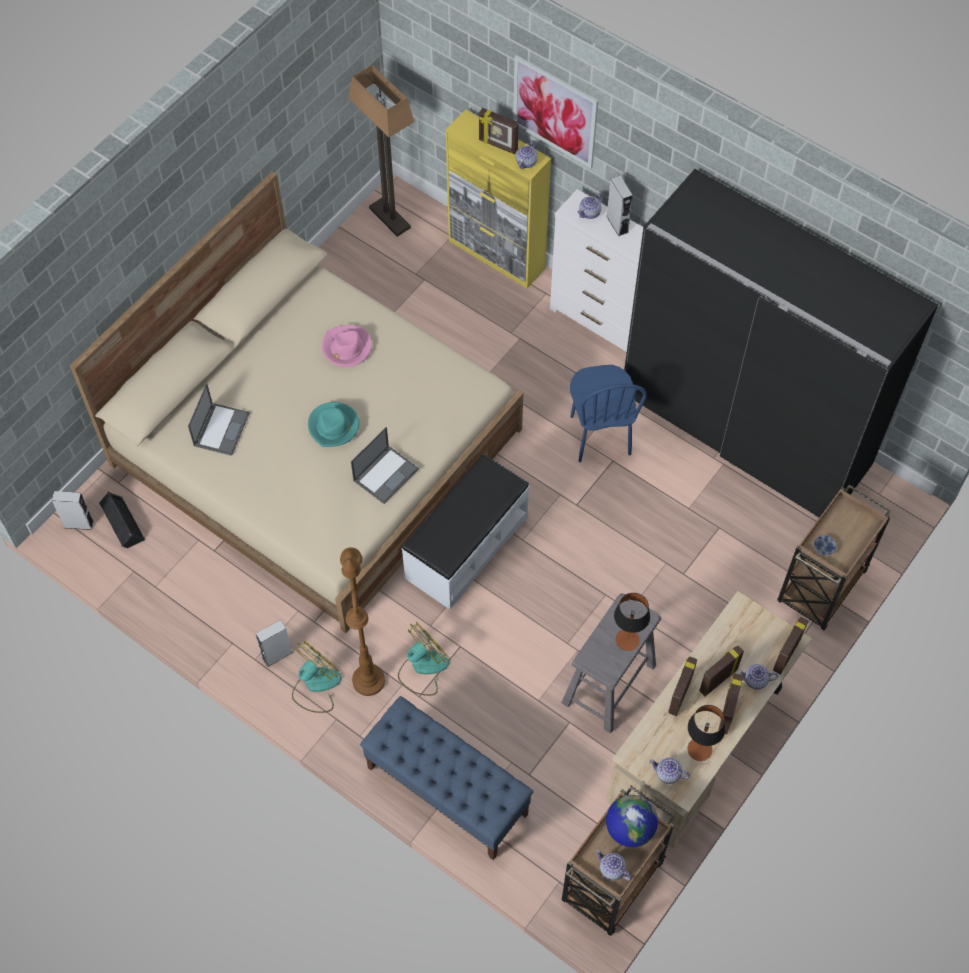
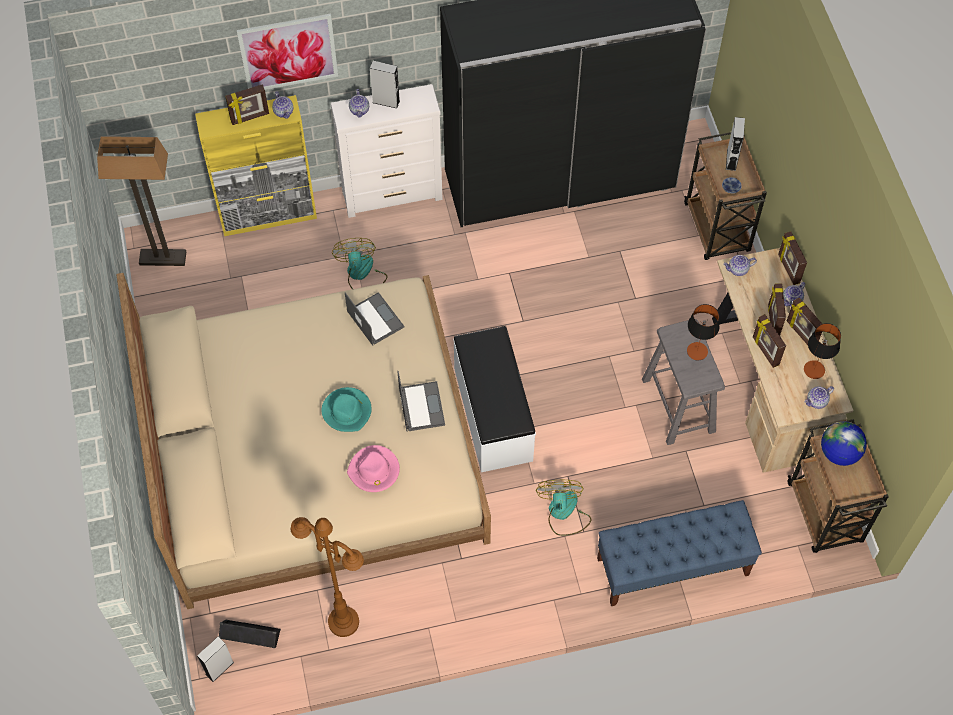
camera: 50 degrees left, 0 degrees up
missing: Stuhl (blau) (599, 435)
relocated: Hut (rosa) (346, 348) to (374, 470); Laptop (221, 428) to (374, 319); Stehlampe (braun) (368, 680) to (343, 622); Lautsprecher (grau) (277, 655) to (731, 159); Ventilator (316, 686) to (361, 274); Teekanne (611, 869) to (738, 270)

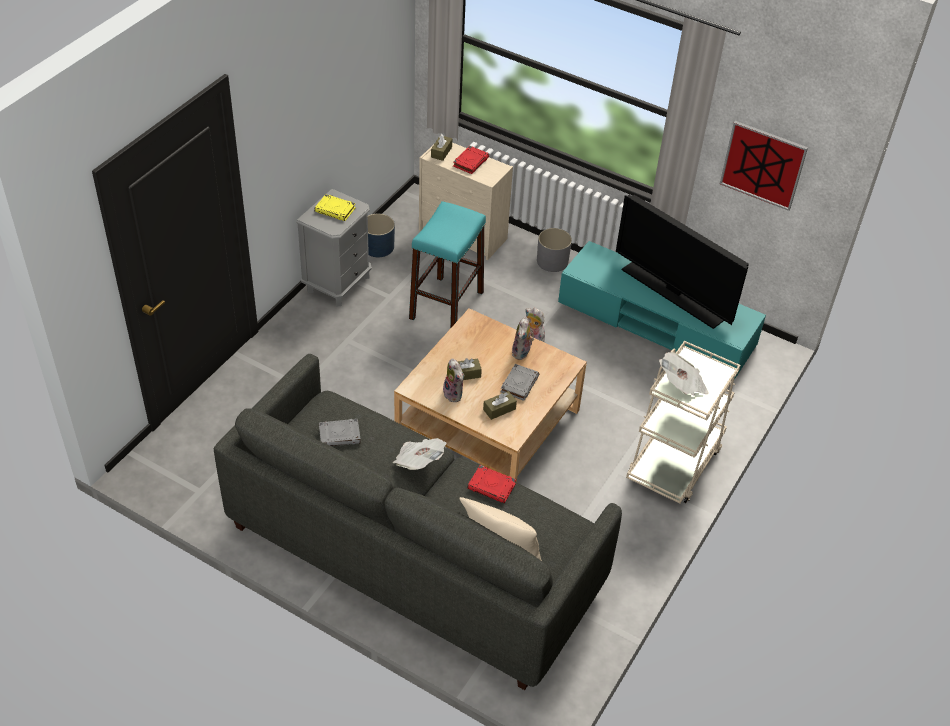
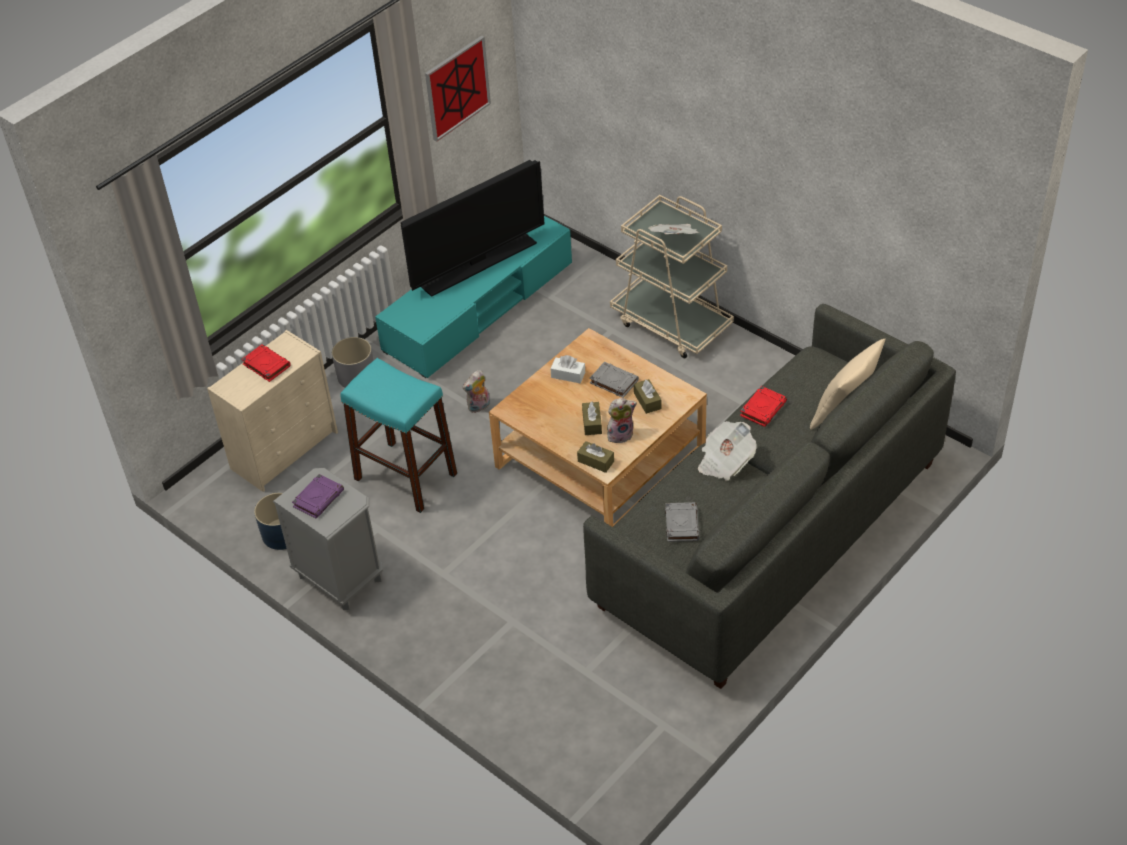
camera: 75 degrees left, 0 degrees up
relocated: Taschentuchbox (braun) (441, 152) to (595, 461)
exchanged: Plüschtier (522, 353) to Taschentuchbox (weiß) (568, 375)
colour: Buch (gelb) (335, 210) to Buch (lila) (318, 498)

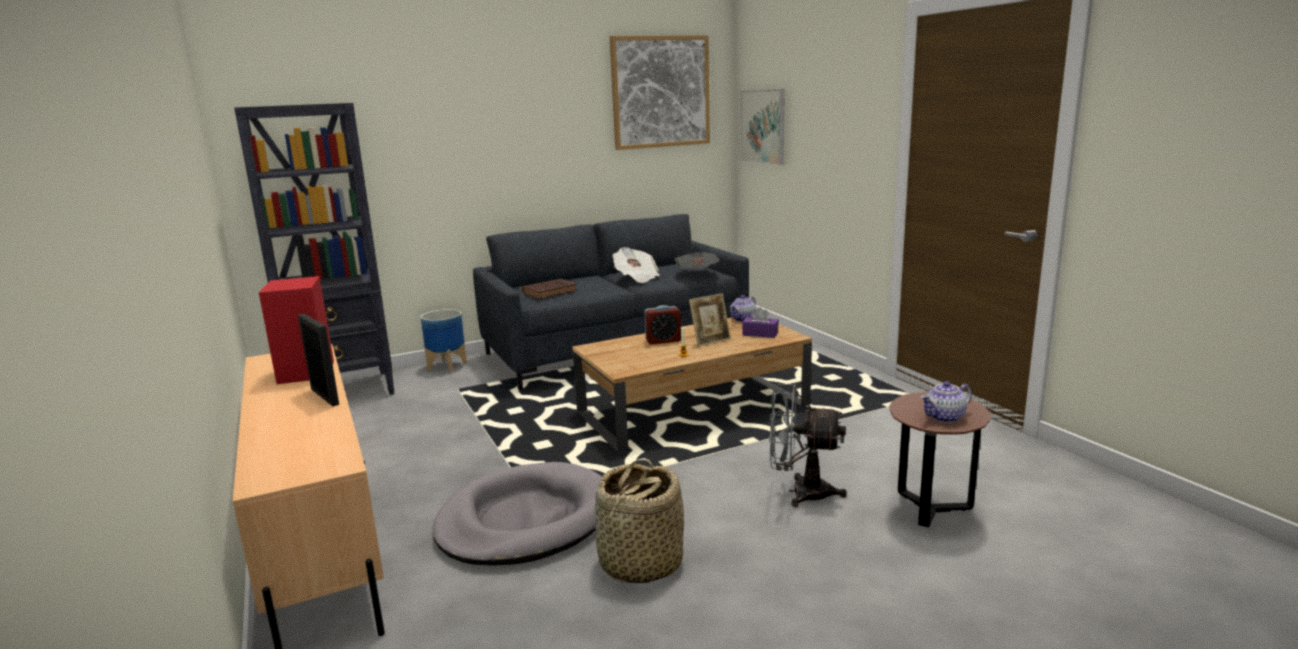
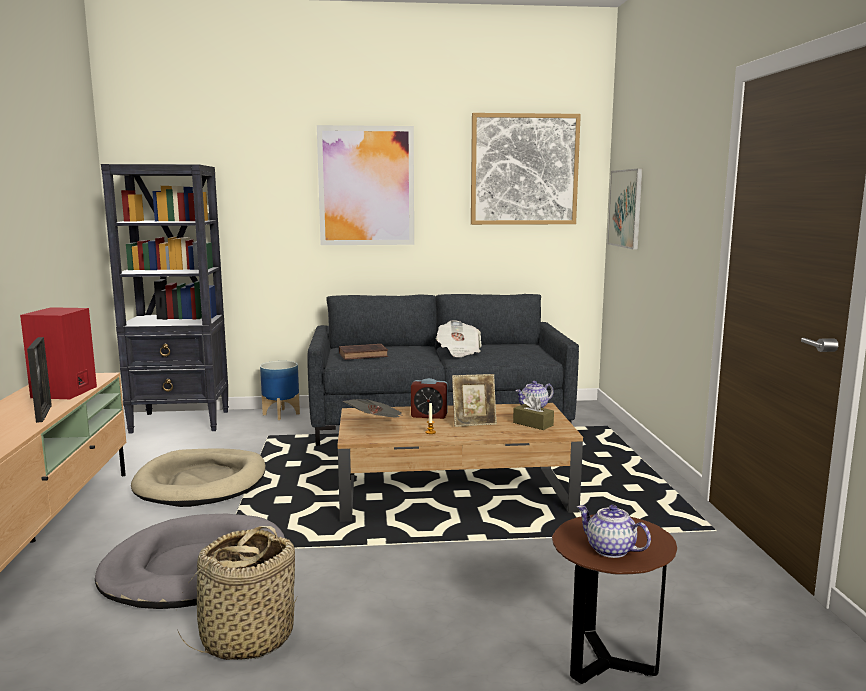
camera: 20 degrees right, 5 degrees down
missing: Ventilator (grau) (800, 492)
appeared: Bild (366, 186); Hundebett (beige) (202, 482)
relocated: Zeitung (697, 273) to (376, 425)
colour: Taschentuchbox (lila) (760, 334) to Taschentuchbox (braun) (533, 424)
spun: Teekanne (944, 417) = (610, 550) 45 degrees clockwise

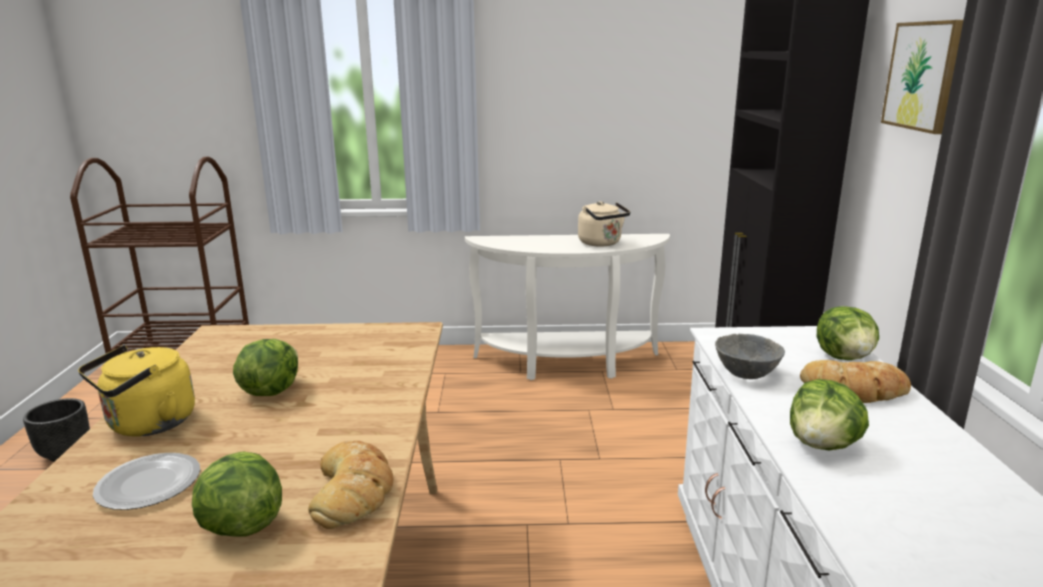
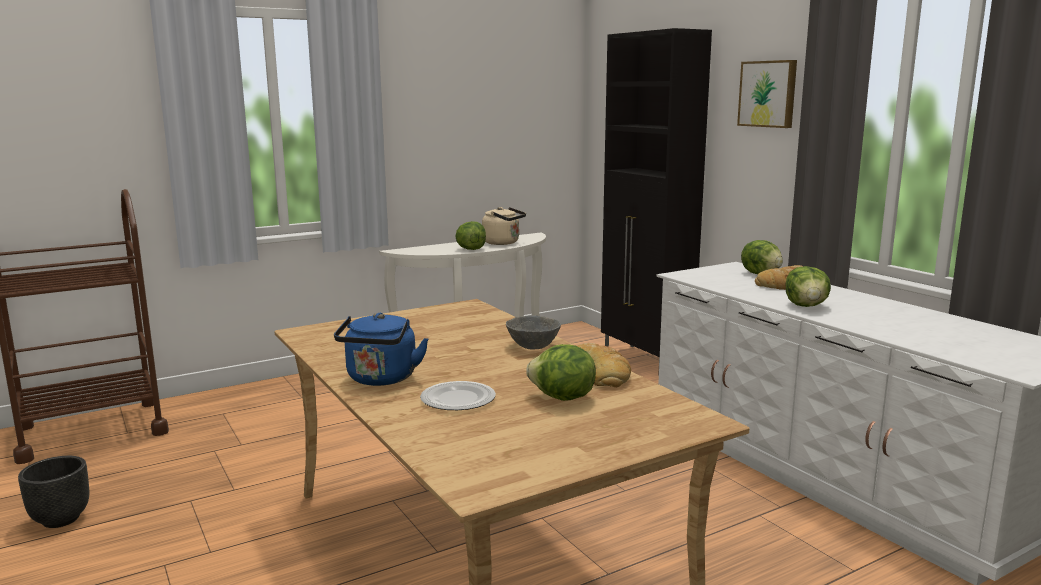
camera: 30 degrees left, 5 degrees down
relocated: Schüssel (grau) (746, 373) to (533, 346); Salatkopf (270, 390) to (471, 249)
colour: Wasserkessel (gelb) (147, 425) to Wasserkessel (blau) (381, 379)

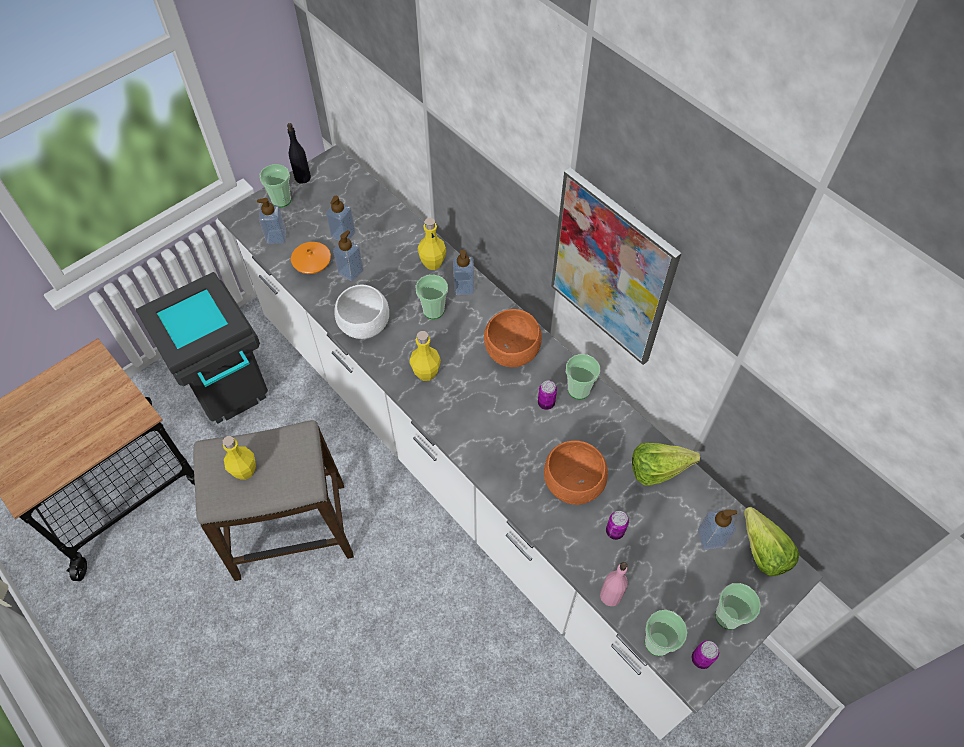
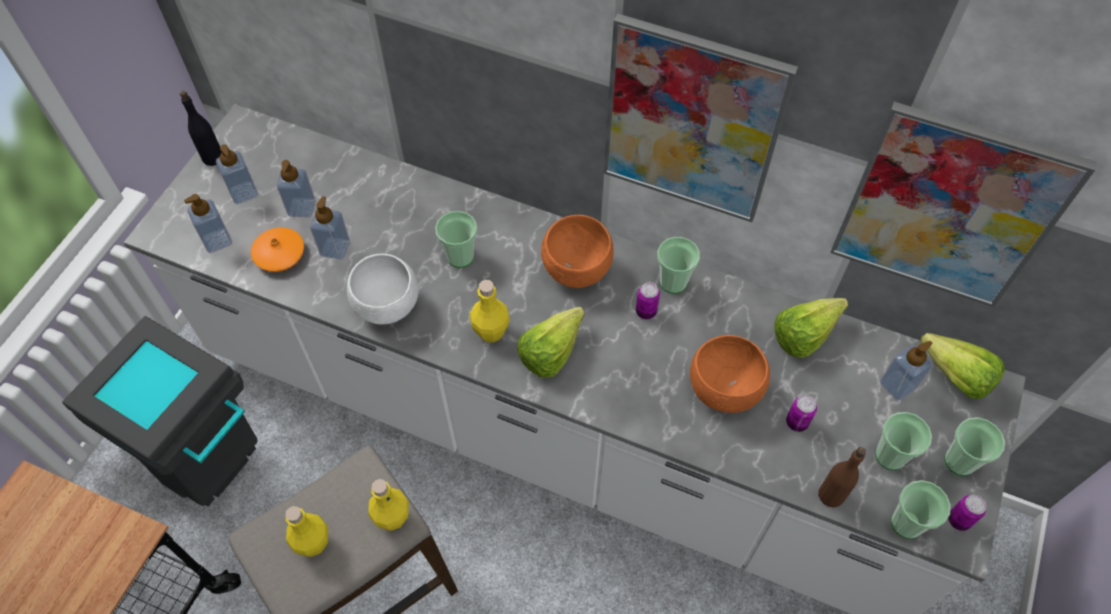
camera: 25 degrees left, 0 degrees up
appeared: Bild (948, 208); Salatkopf (556, 349)
relocated: Tasse (281, 200) to (890, 455); Flasche (gelb) (433, 263) to (393, 518); Seifenspender (464, 287) to (243, 193)
colour: Flasche (rosa) (611, 595) to Flasche (braun) (831, 494)

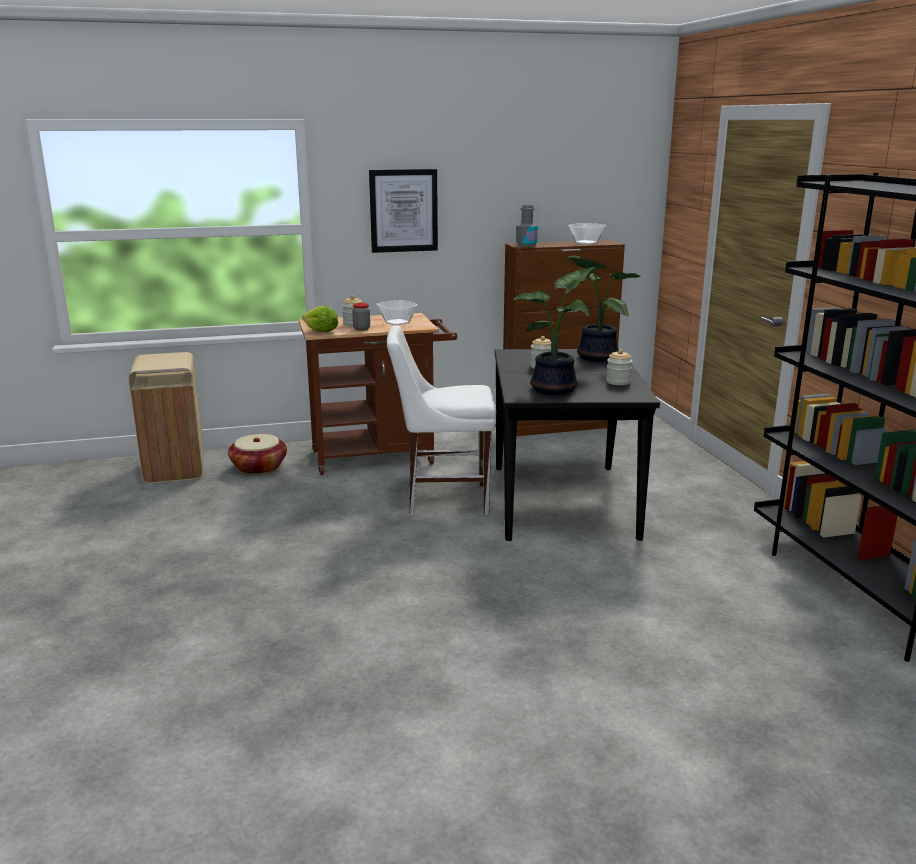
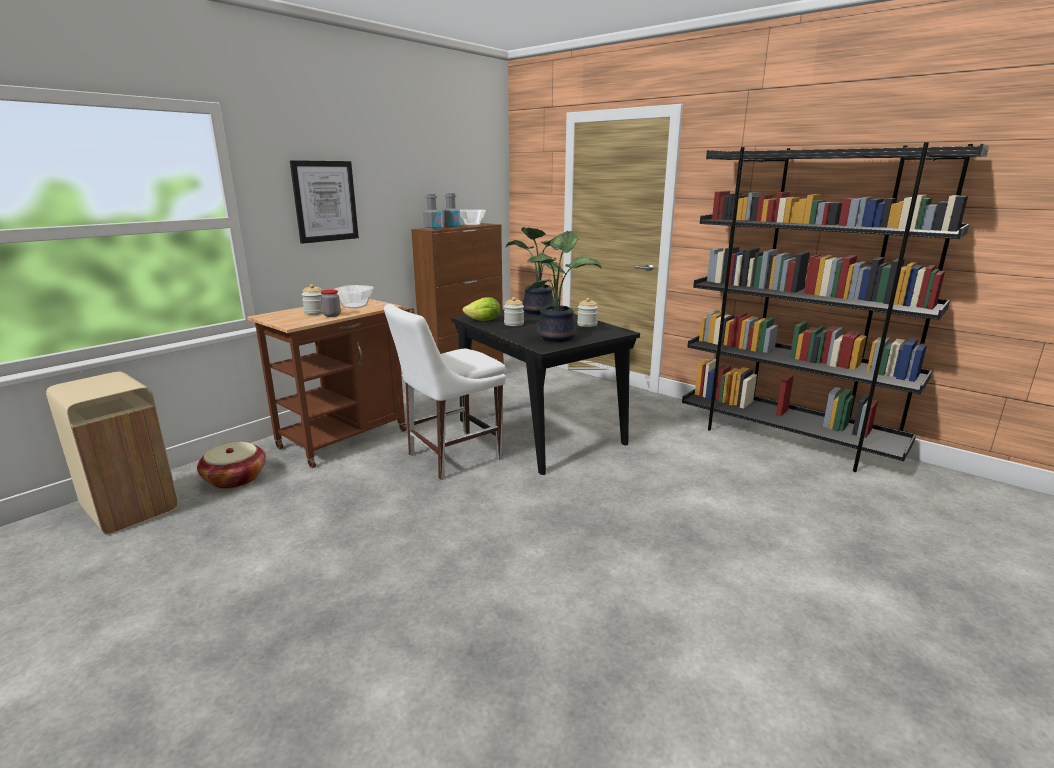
camera: 35 degrees left, 0 degrees up
appeared: Flasche (grau) (451, 227)
relocated: Salatkopf (321, 332) to (484, 321)

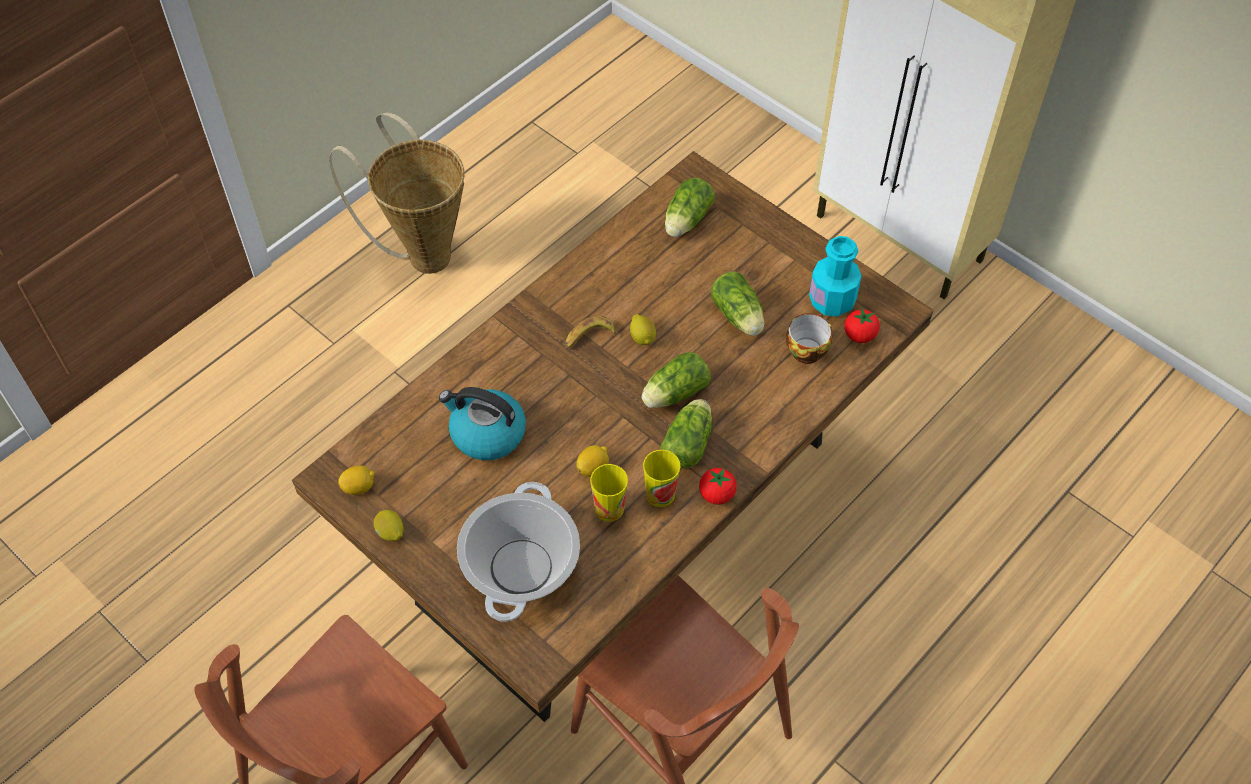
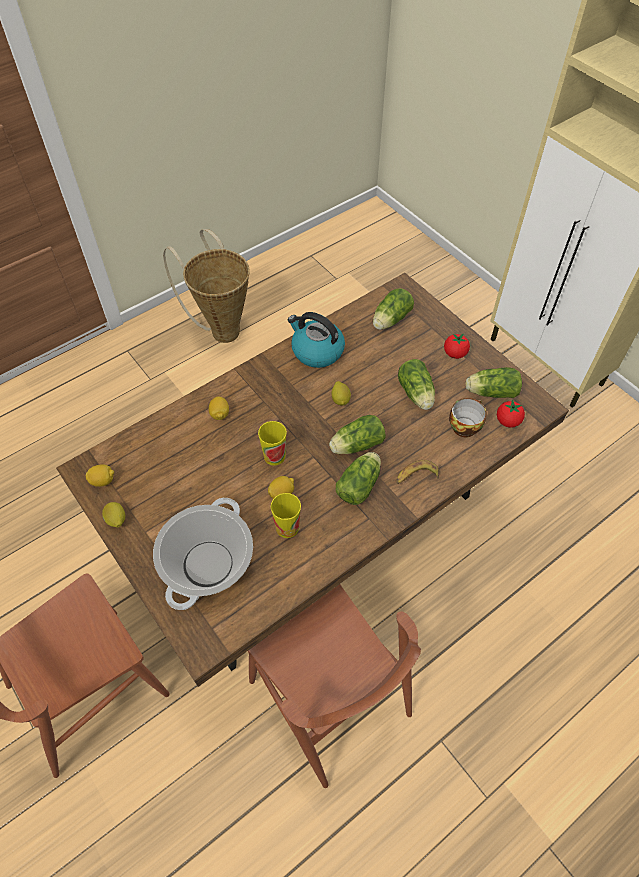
camera: 10 degrees right, 0 degrees up
appeared: Zitrone (219, 414)
relocated: Banane (589, 337) to (416, 476); Wasserkessel (486, 433) to (316, 351); Tasse (660, 494) to (274, 456); Tomate (717, 494) to (455, 353)
exchanged: Flasche (türkis) (832, 300) to Salatkopf (490, 392)

